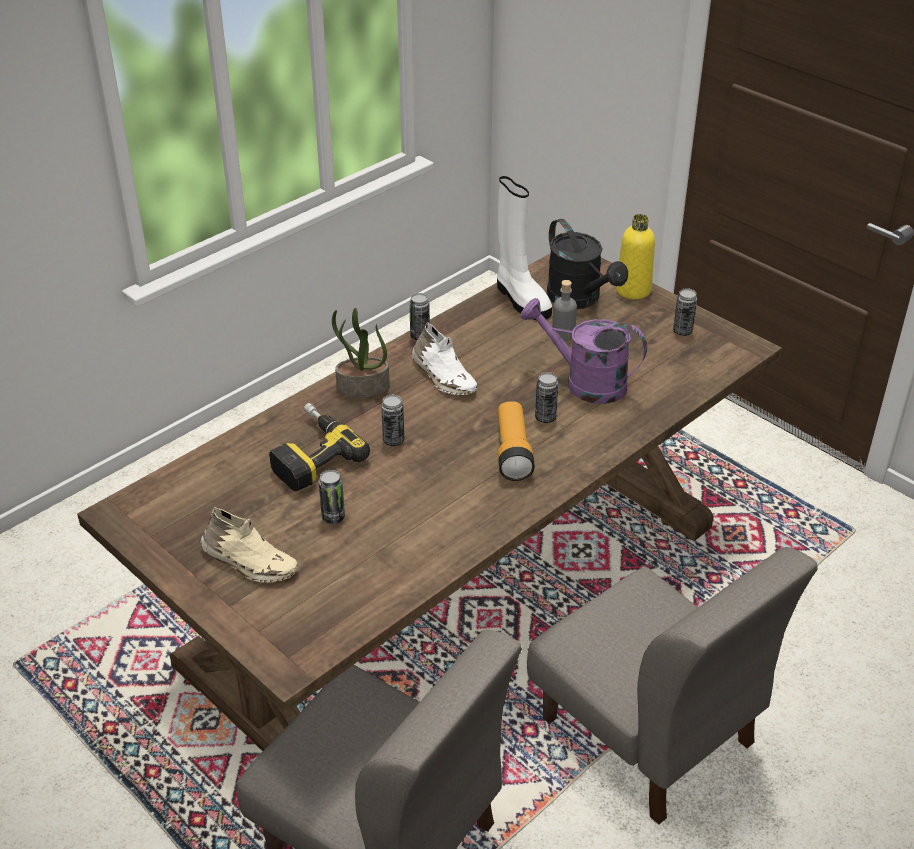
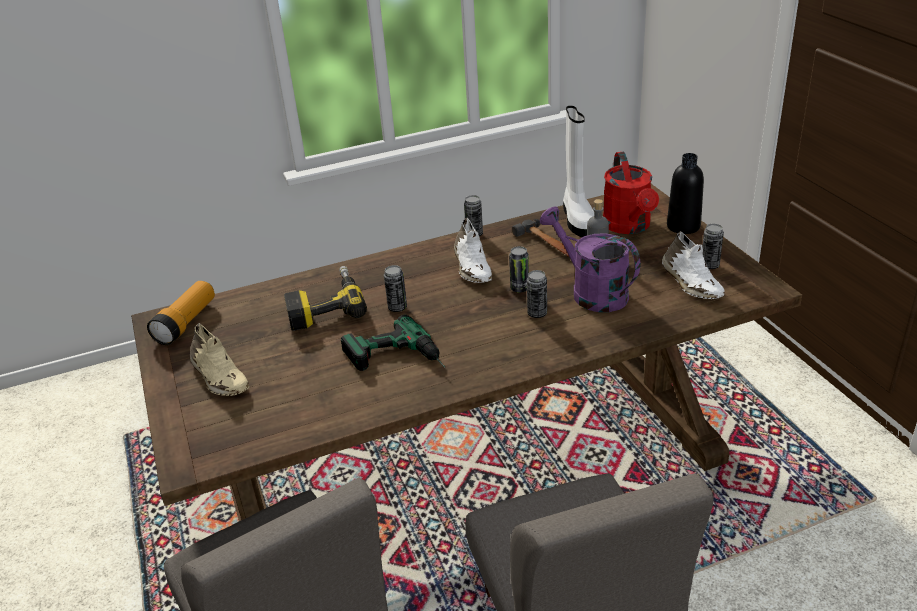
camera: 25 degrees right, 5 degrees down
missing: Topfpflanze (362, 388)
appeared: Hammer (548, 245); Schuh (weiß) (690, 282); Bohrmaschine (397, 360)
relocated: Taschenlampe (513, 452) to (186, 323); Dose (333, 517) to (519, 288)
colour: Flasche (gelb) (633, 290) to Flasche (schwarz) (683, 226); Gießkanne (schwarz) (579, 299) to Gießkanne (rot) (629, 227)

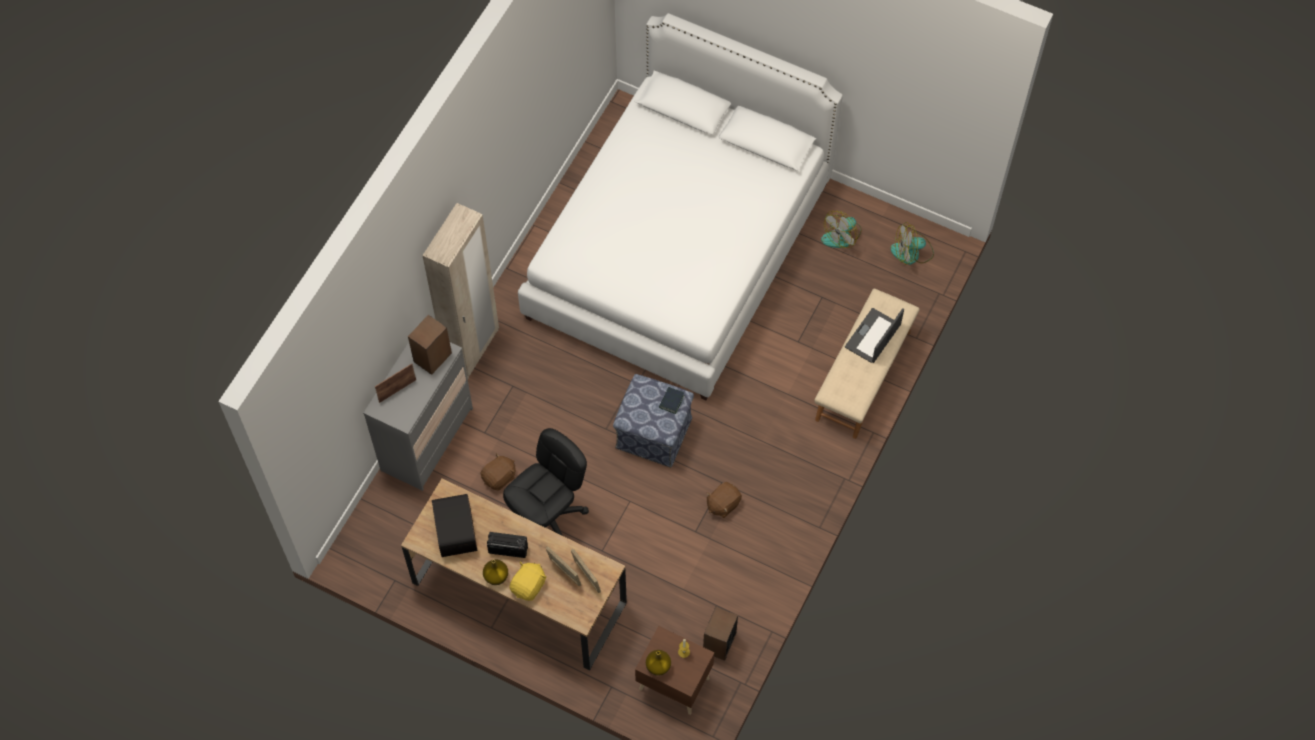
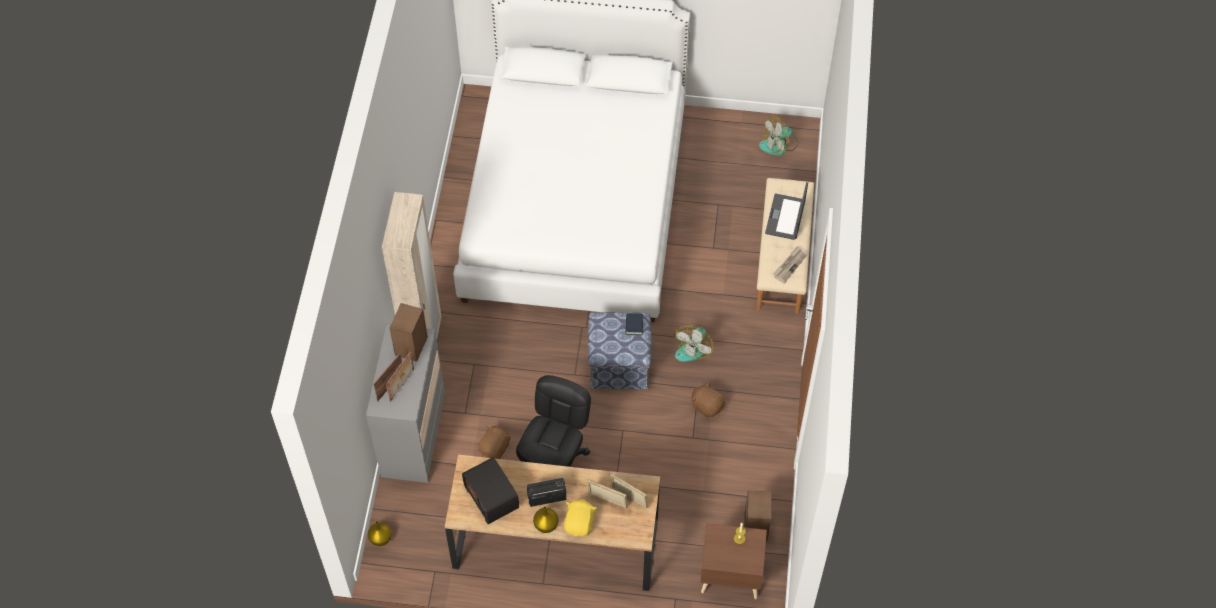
camera: 20 degrees left, 5 degrees down
appeared: Zeitung (789, 265); Bilderrahmen (402, 385)
relocated: Ventilator (842, 235) to (693, 347); Vase (gelb) (657, 667) to (380, 539)
spun: Plüschtier (braun) (723, 504) = (707, 406) 105 degrees clockwise

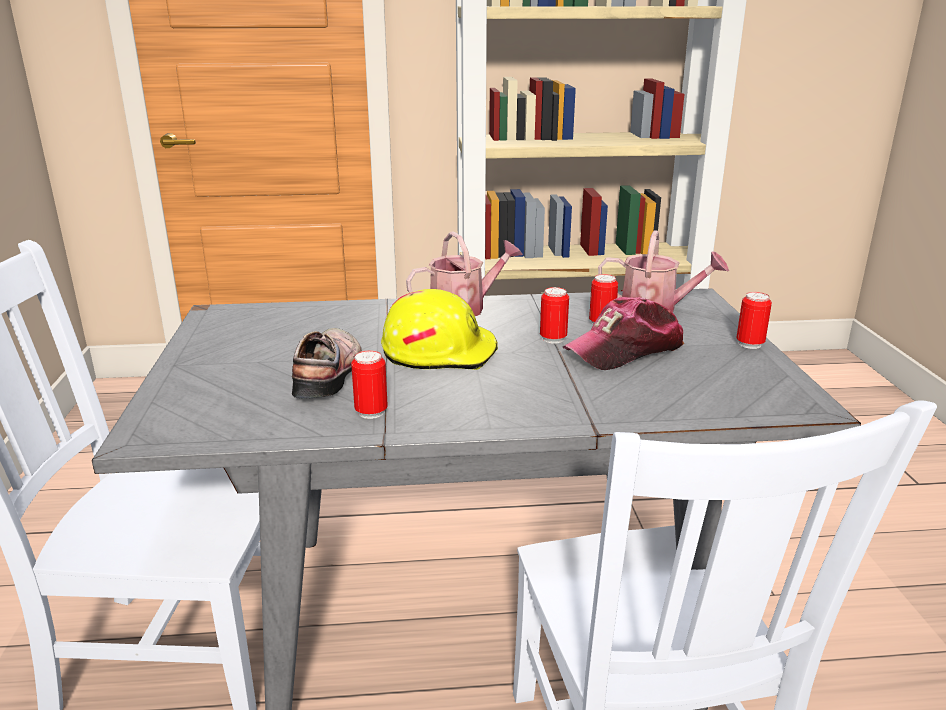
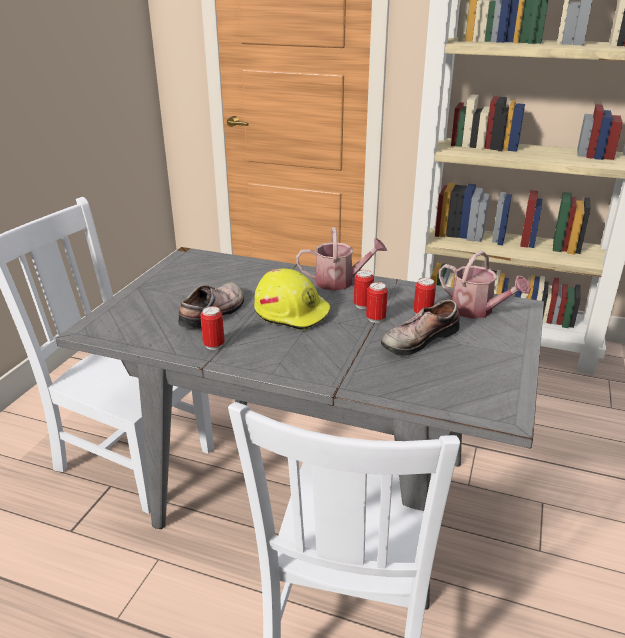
camera: 25 degrees right, 5 degrees up
relocated: Dose (749, 344) to (363, 305)
exchanged: Kappe (625, 350) to Schuh (417, 338)

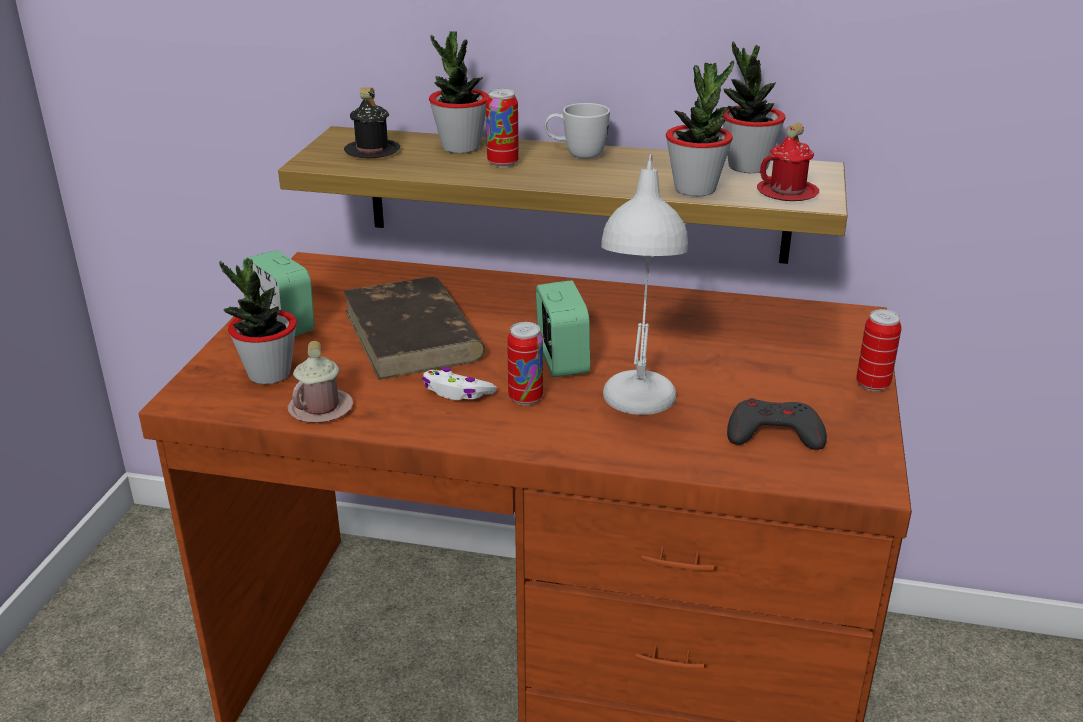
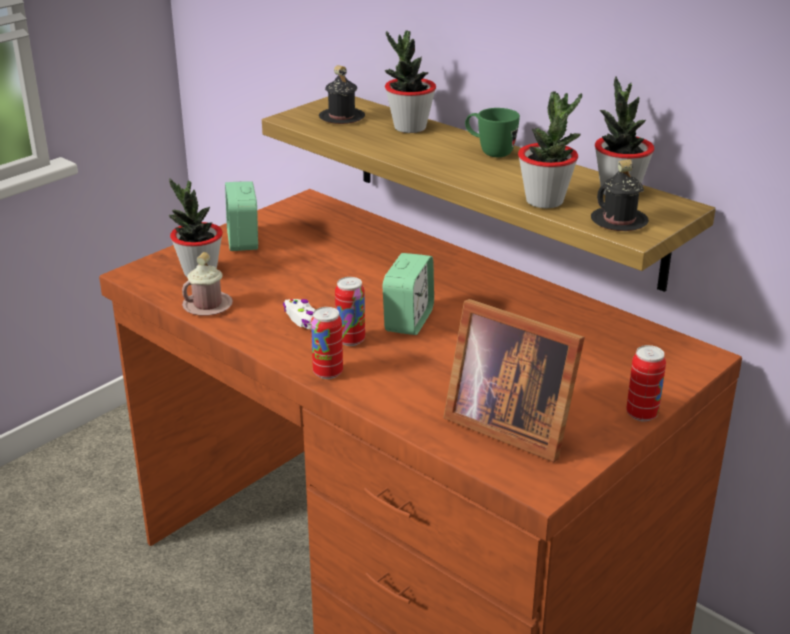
camera: 30 degrees right, 0 degrees up
missing: Tischlampe (weiß) (635, 411); Buch (braun) (412, 335)
relocated: Dose (503, 163) to (328, 373)
exchanged: Gamepad (grau) (774, 433) to Bilderrahmen (508, 424)
colour: Henkelbecher (weiß) (576, 155) to Henkelbecher (grün) (489, 152); Henkelbecher (rot) (787, 193) to Henkelbecher (schwarz) (619, 221)

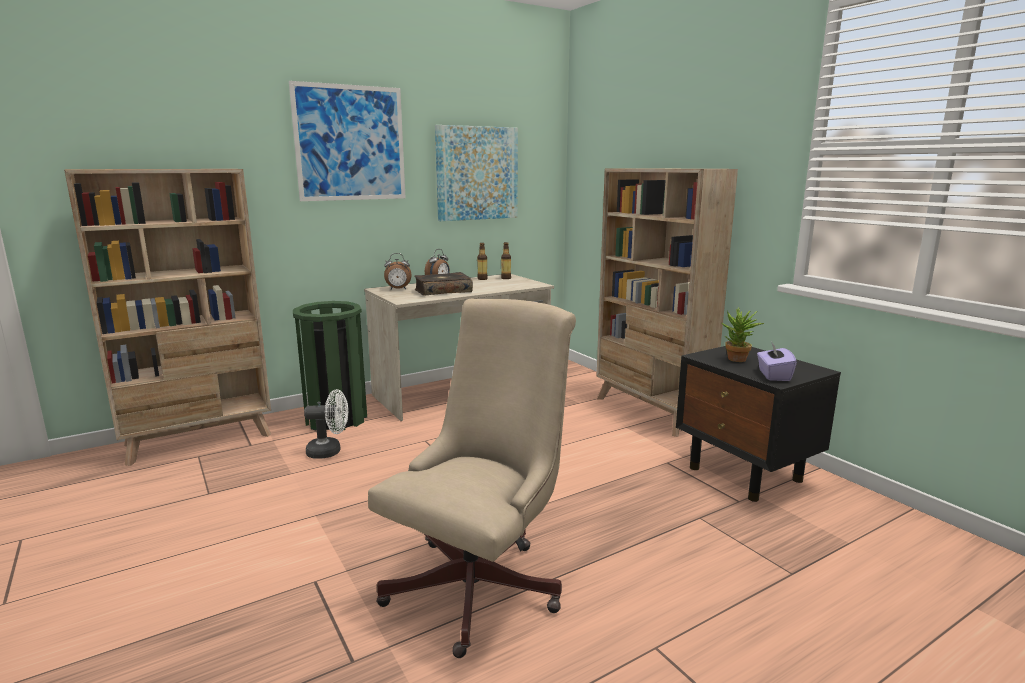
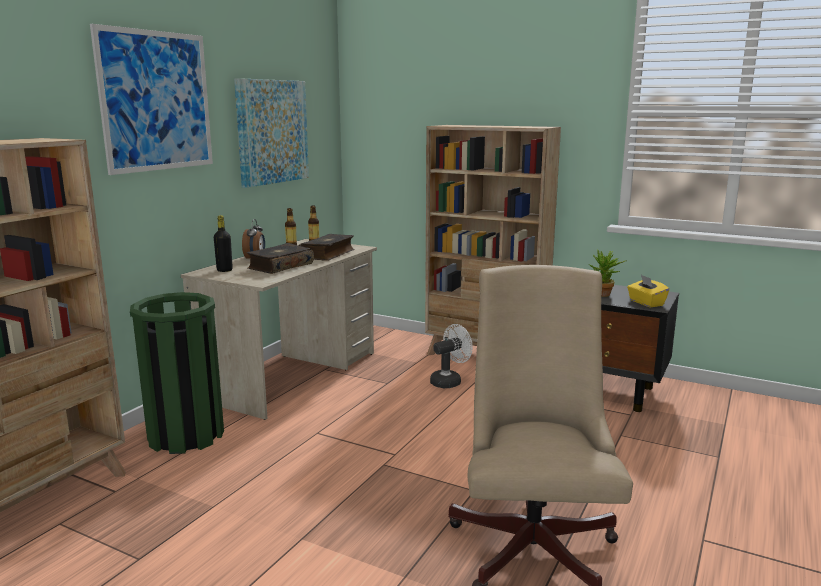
camera: 30 degrees left, 0 degrees up
appeared: Buch (328, 254)
relocated: Ventilator (weiß) (330, 451) to (449, 381)
exchanged: Wecker (398, 289) to Flasche (schwarz) (224, 270)
colour: Taschentuchbox (lila) (773, 375) to Taschentuchbox (gelb) (646, 303)

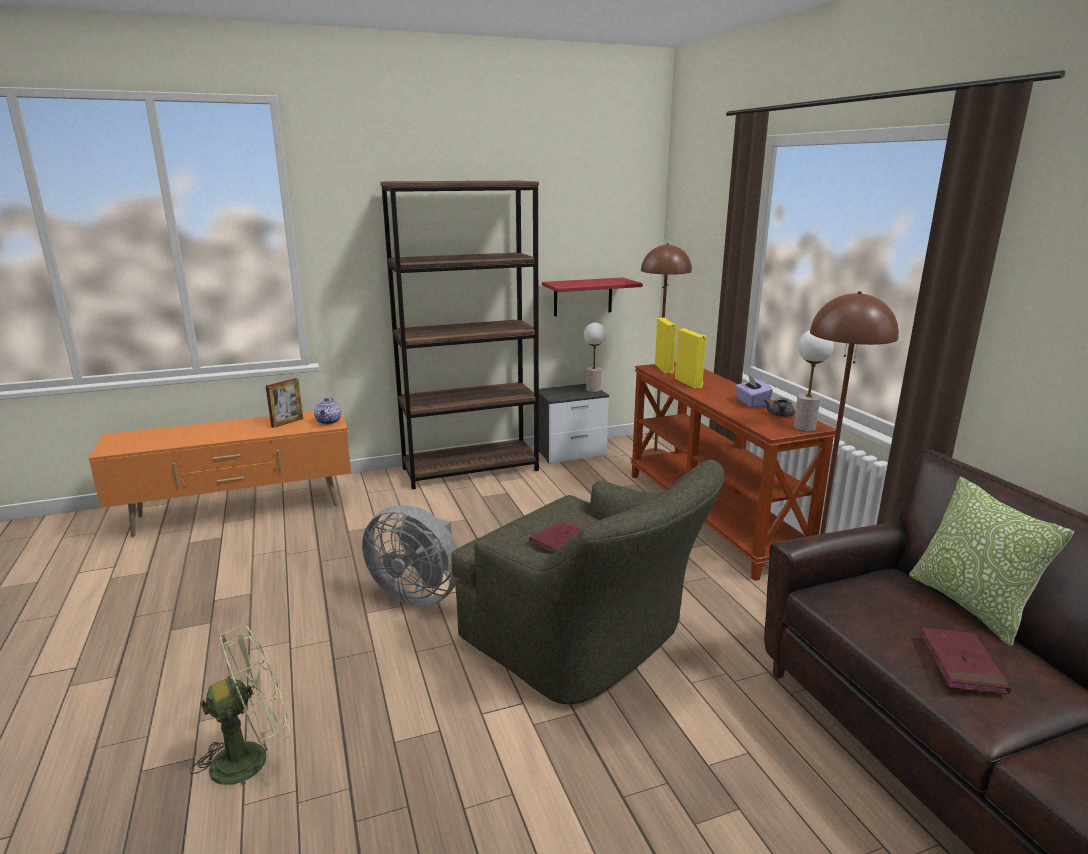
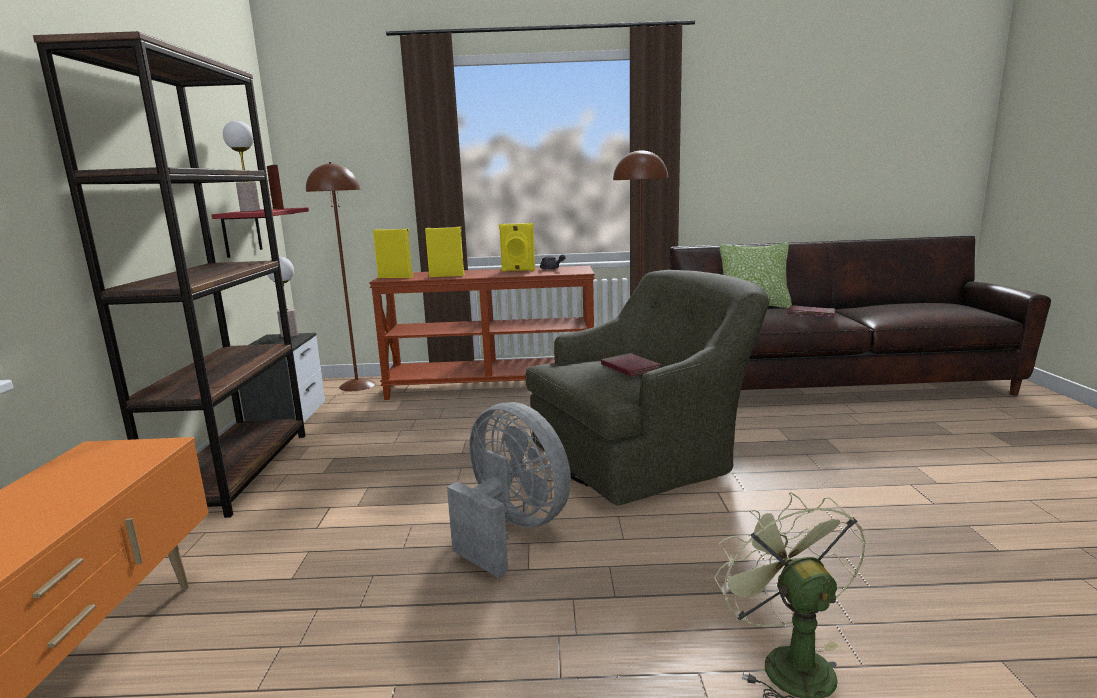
camera: 70 degrees left, 5 degrees down
missing: Teekanne (329, 421)
relocated: Tischlampe (804, 427) to (250, 211); Bilderrahmen (287, 422) to (278, 208)
exchanged: Taschentuchbox (lila) (751, 403) to Lautsprecher (gelb) (518, 270)
spun: Ventilator (grau) (418, 594) = (511, 530) 90 degrees counterclockwise

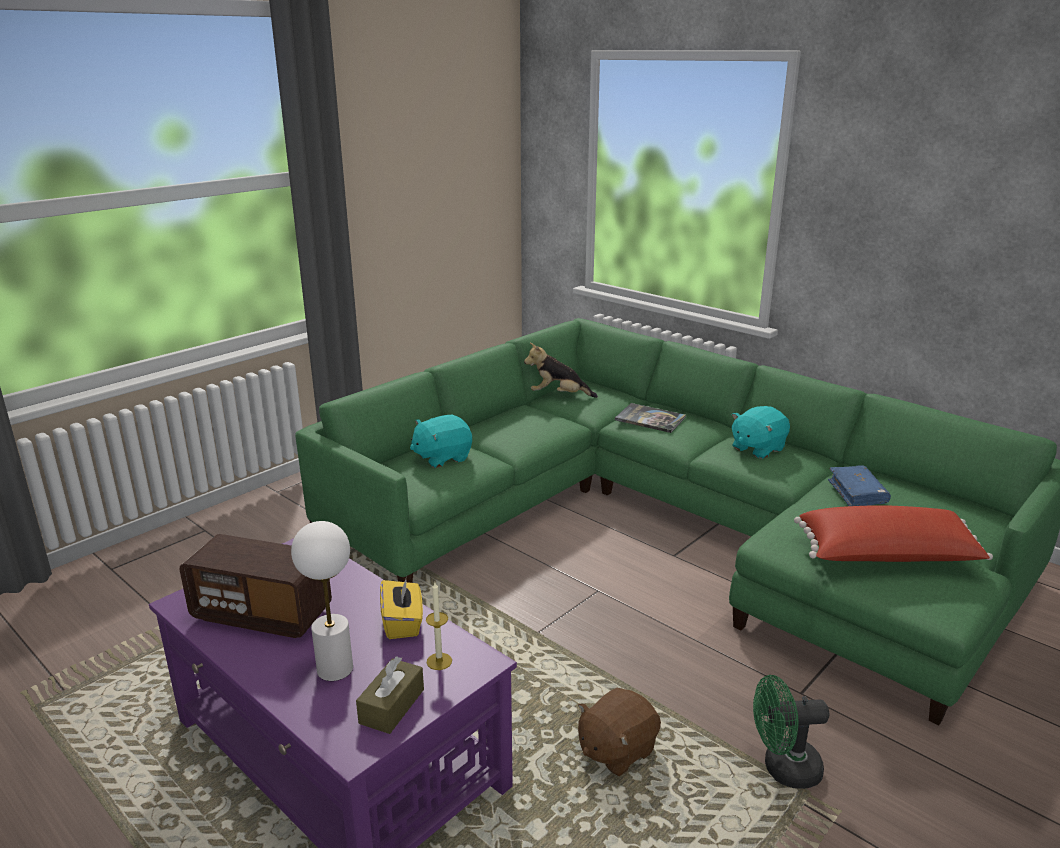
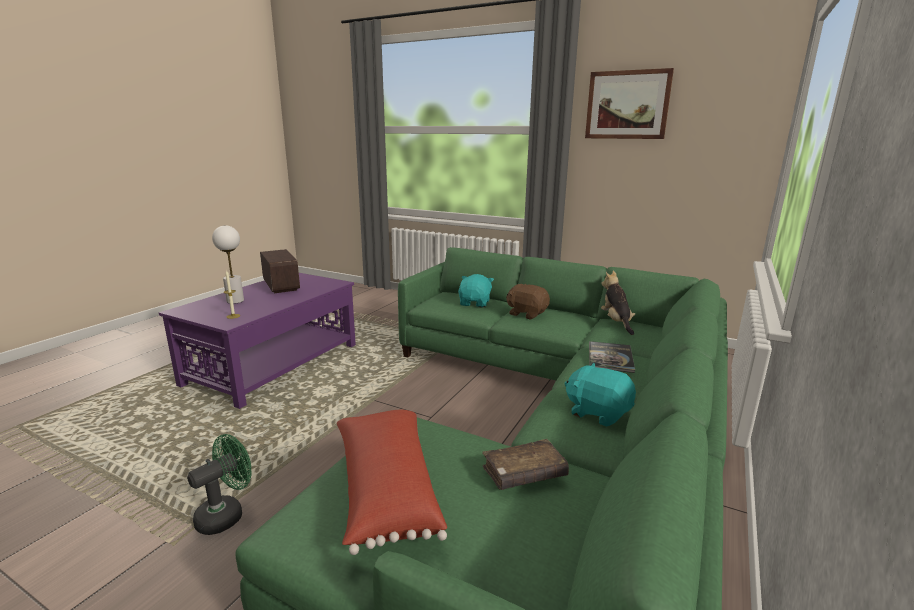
camera: 75 degrees right, 5 degrees down
missing: Taschentuchbox (gelb) (403, 623); Taschentuchbox (braun) (392, 706)
appeared: Bild (627, 105)
relocated: Plüschtier (braun) (616, 750) to (527, 314)
colour: Buch (blau) (857, 493) to Buch (braun) (524, 474)
spun: Plüschtier (türkis) (442, 457) = (475, 303) 60 degrees clockwise; Radio (262, 614) = (281, 285) 150 degrees clockwise; Ventilator (grün) (783, 769) = (226, 514) 60 degrees clockwise

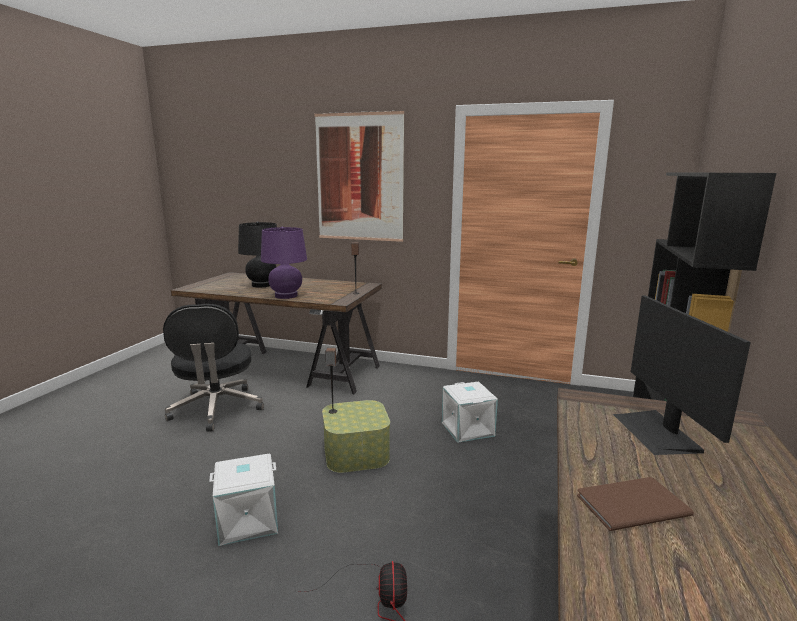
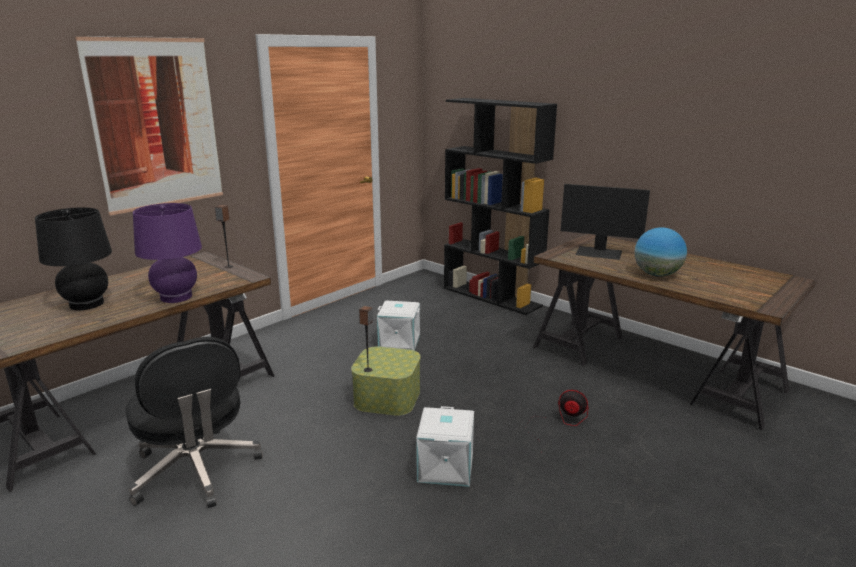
camera: 65 degrees left, 5 degrees up
exchanged: Buch (braun) (628, 504) to Globus (656, 275)
spun: Bürostuhl (schwarz) (216, 409) = (196, 471) 45 degrees clockwise

